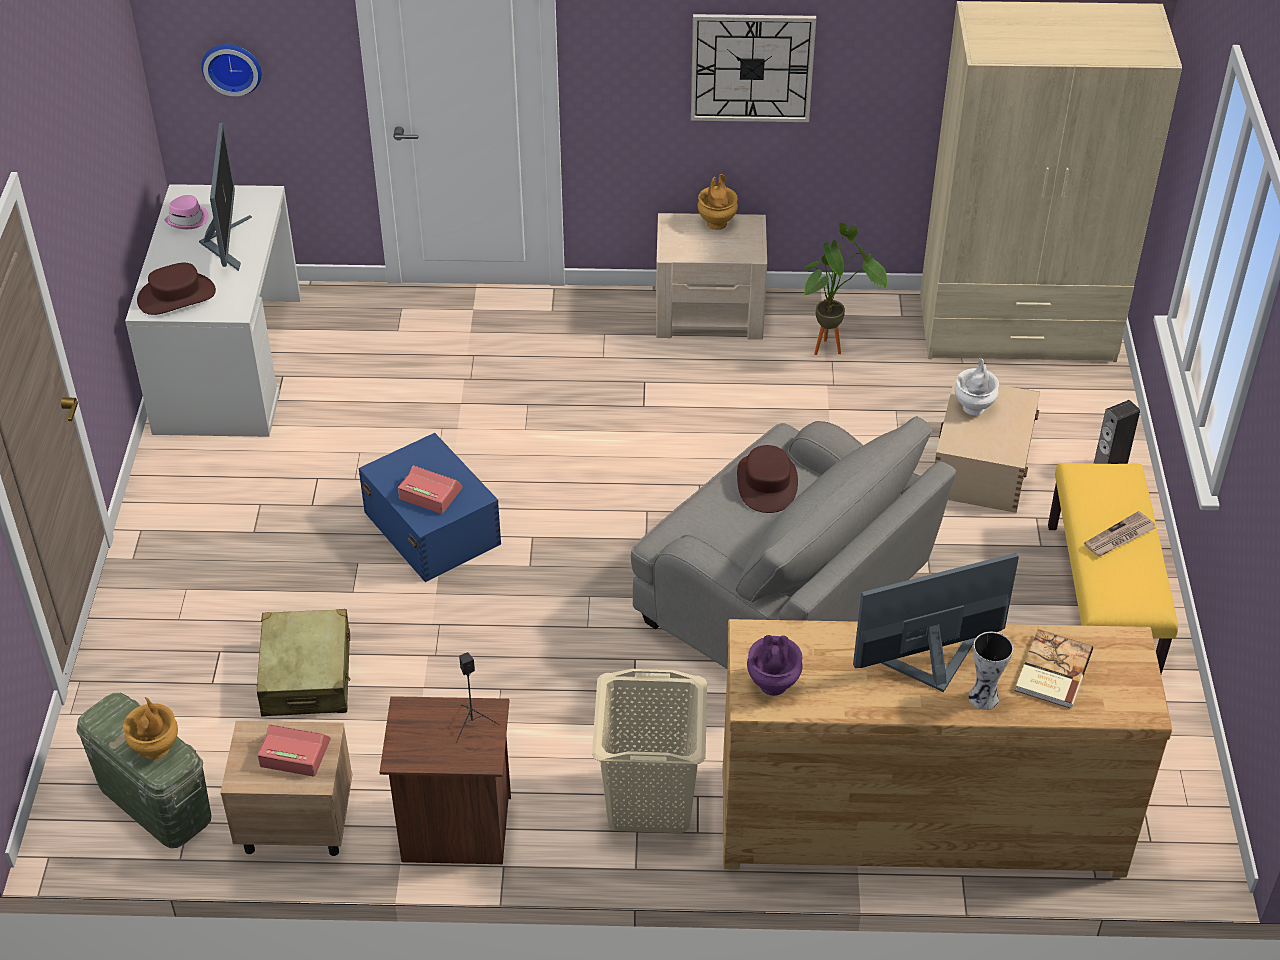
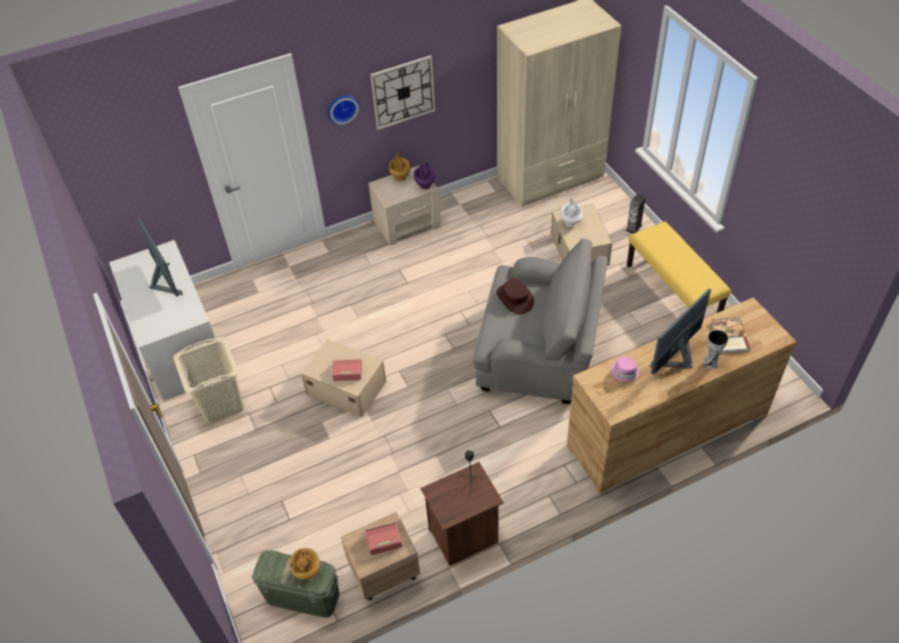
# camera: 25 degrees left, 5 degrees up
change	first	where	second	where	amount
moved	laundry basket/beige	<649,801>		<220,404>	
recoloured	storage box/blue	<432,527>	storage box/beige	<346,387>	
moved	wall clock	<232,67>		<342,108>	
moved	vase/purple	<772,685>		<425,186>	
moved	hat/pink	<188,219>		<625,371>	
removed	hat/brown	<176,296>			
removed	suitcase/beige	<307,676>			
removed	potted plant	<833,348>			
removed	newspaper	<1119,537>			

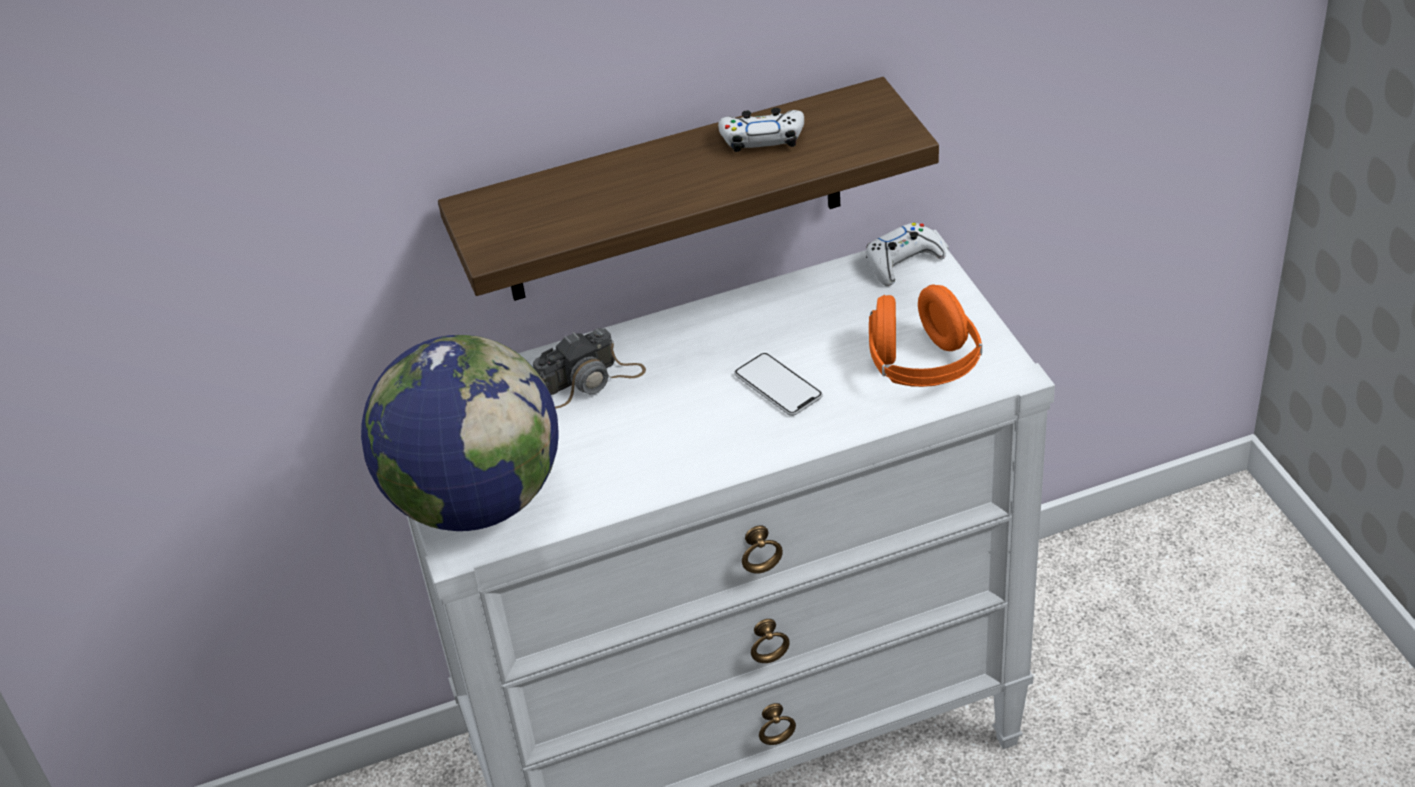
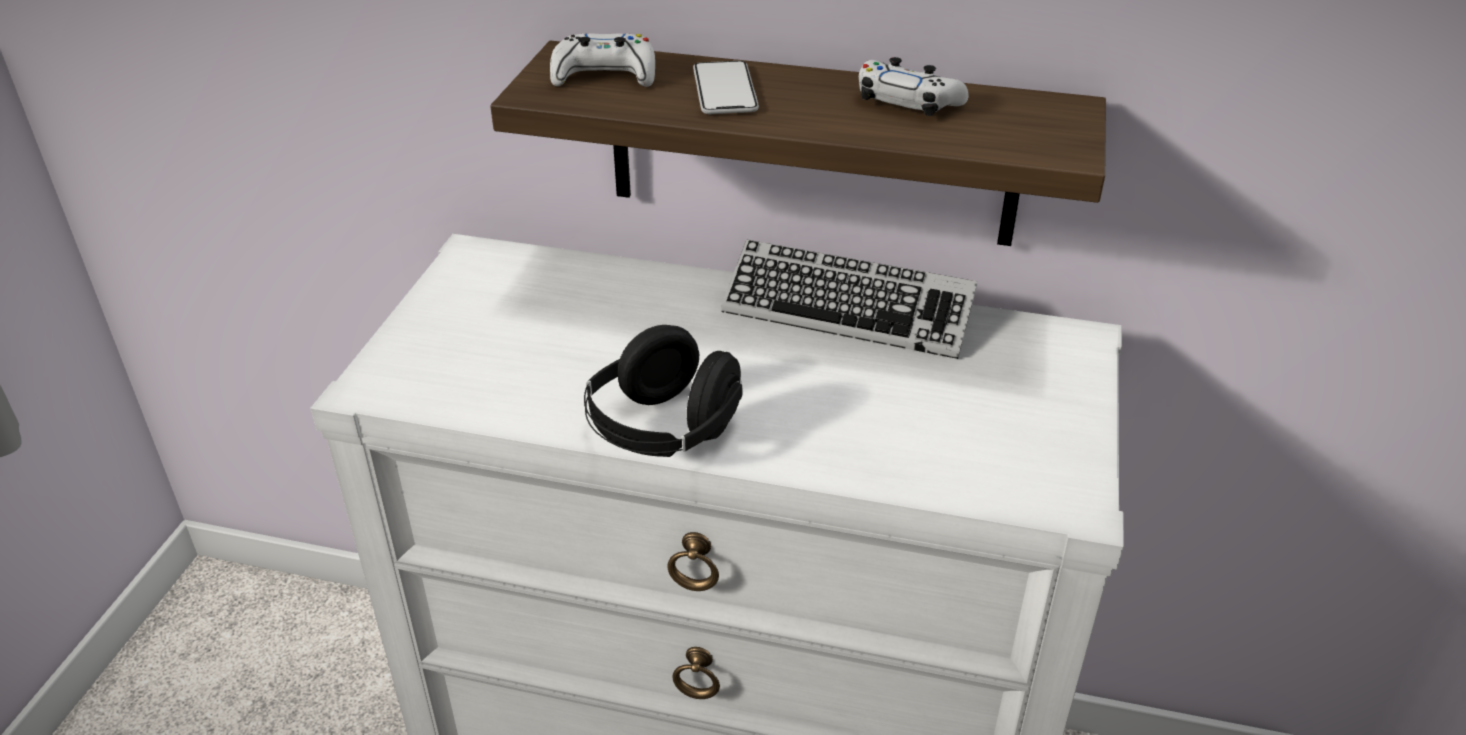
# camera: 30 degrees right, 5 degrees down
change	first	where	second	where	amount
moved	game controller/white	<903,262>		<604,75>	
added			headphones/black	<664,431>	
moved	phone	<778,386>		<725,90>	
added			keyboard	<847,311>	
removed	globe	<475,500>			
removed	photo camera	<591,380>			
removed	headphones/orange	<922,366>			

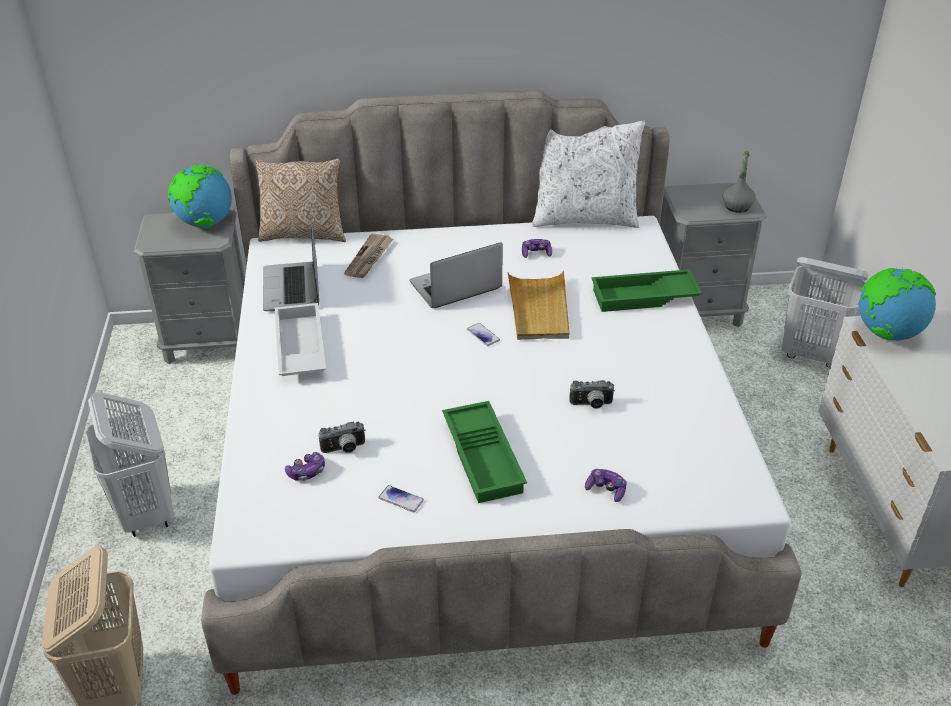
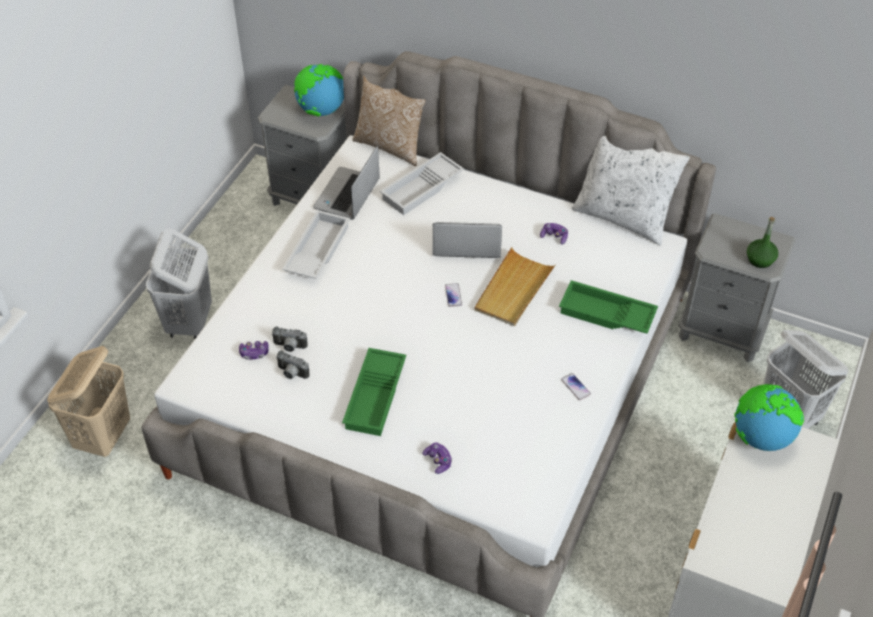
# camera: 30 degrees right, 10 degrees up
change	first	where	second	where	amount
moved	photo camera	<591,405>		<291,374>	
replaced	newspaper	<369,258>	tray/white	<422,189>	
moved	phone	<401,499>		<575,387>	
recoloured	bottle/grey	<737,206>	bottle/green	<760,260>	

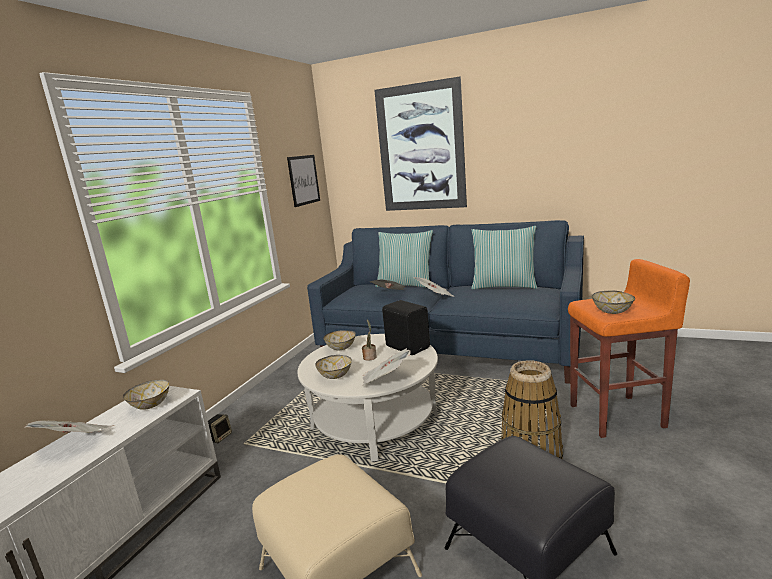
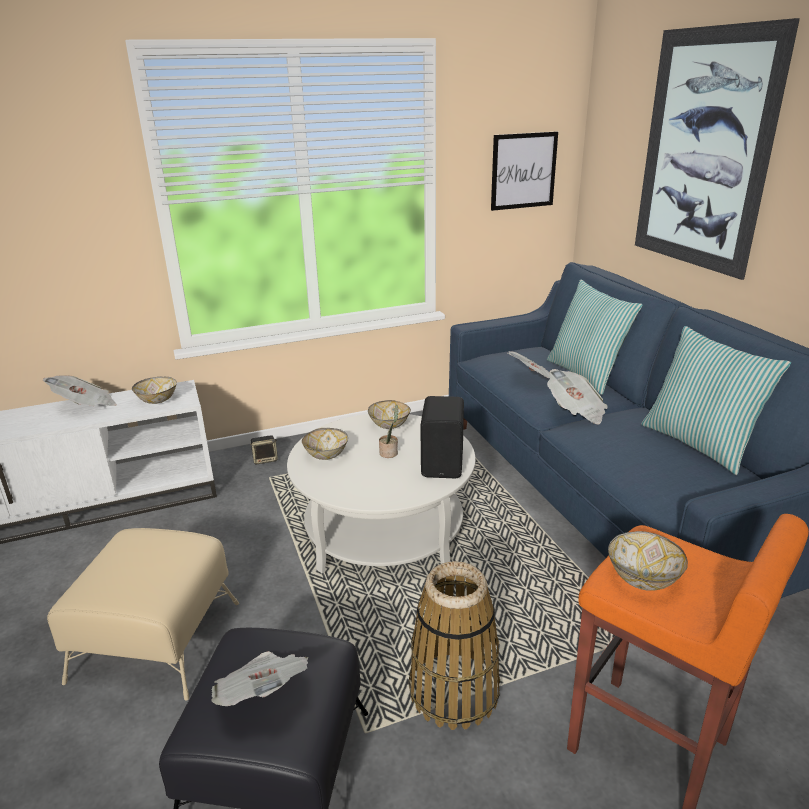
# camera: 45 degrees right, 10 degrees up
change	first	where	second	where	amount
moved	newspaper	<385,380>		<262,694>	

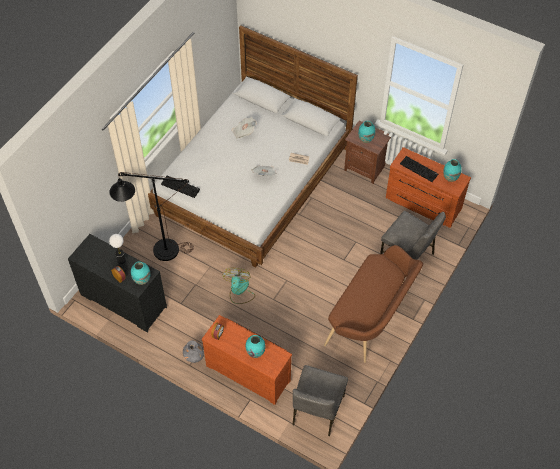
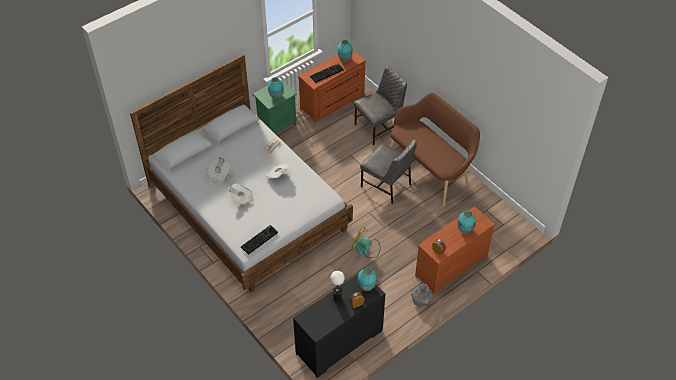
# camera: 70 degrees left, 5 degrees down
change	first	where	second	where	amount
added			newspaper	<242,199>	
recoloured	nightstand/brown	<365,168>	nightstand/green	<276,125>	
moved	chair/grey	<317,411>		<387,185>	
removed	floor lamp/black	<158,251>			

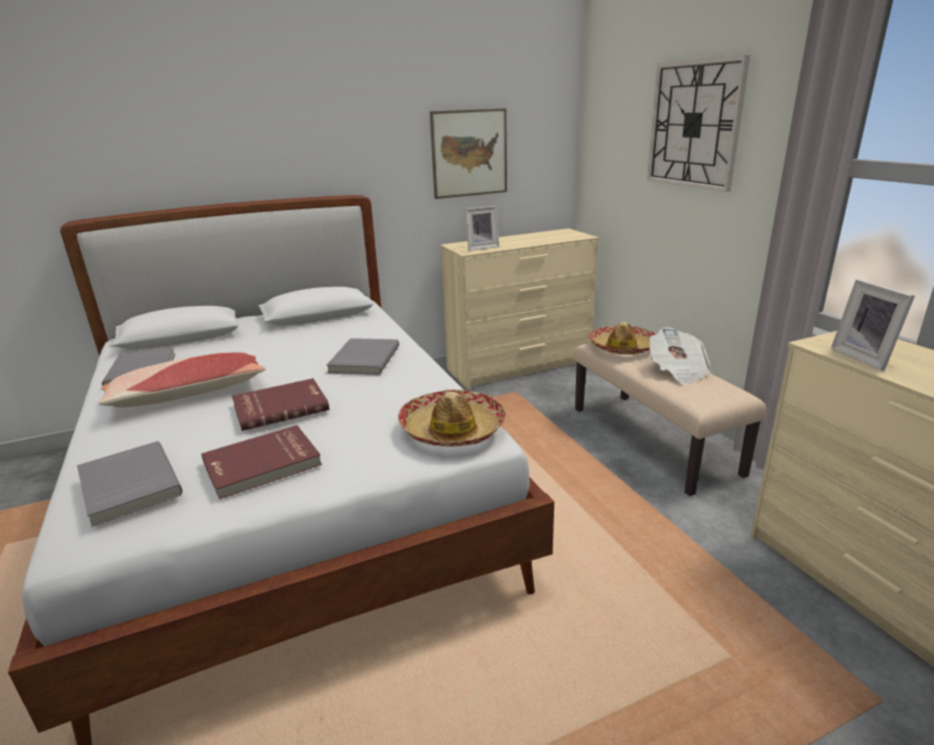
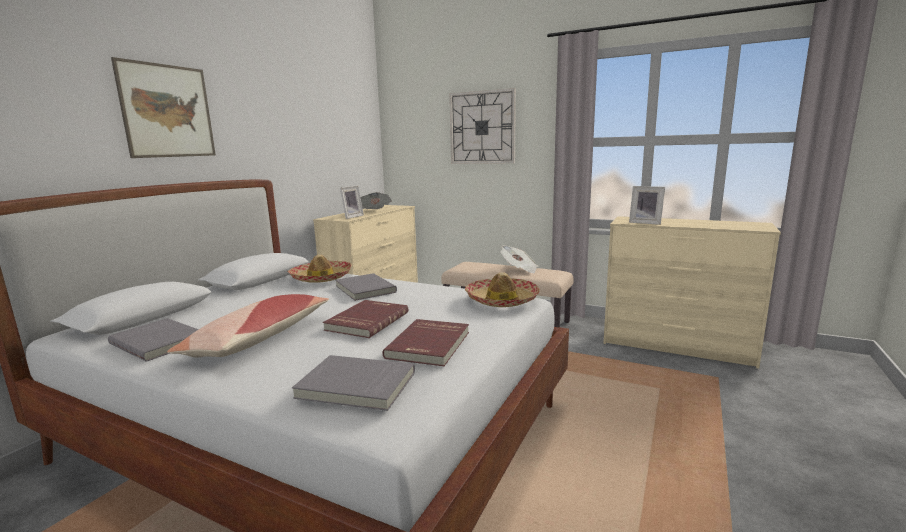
# camera: 40 degrees left, 10 degrees down
change	first	where	second	where	amount
moved	picture	<469,153>		<167,111>	
moved	hat	<622,347>		<321,278>	
added			newspaper	<375,211>	

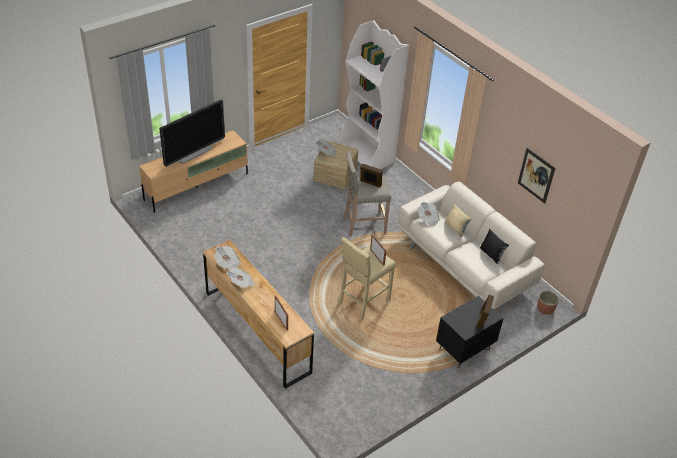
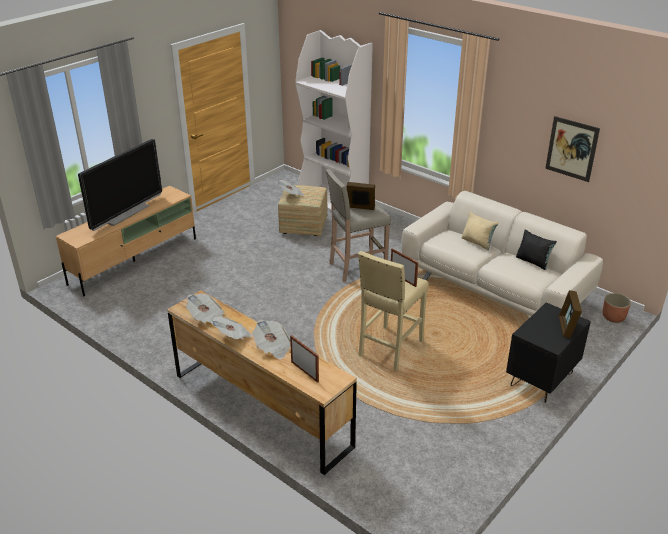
# camera: 10 degrees left, 10 degrees down
change	first	where	second	where	amount
moved	newspaper	<428,219>		<273,347>	

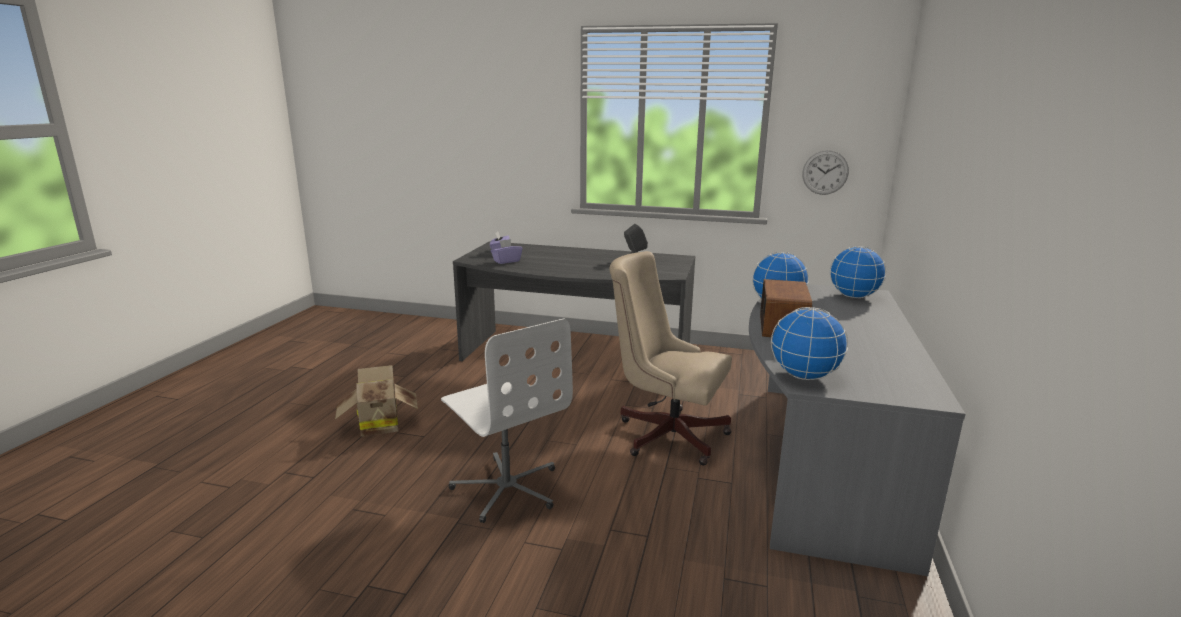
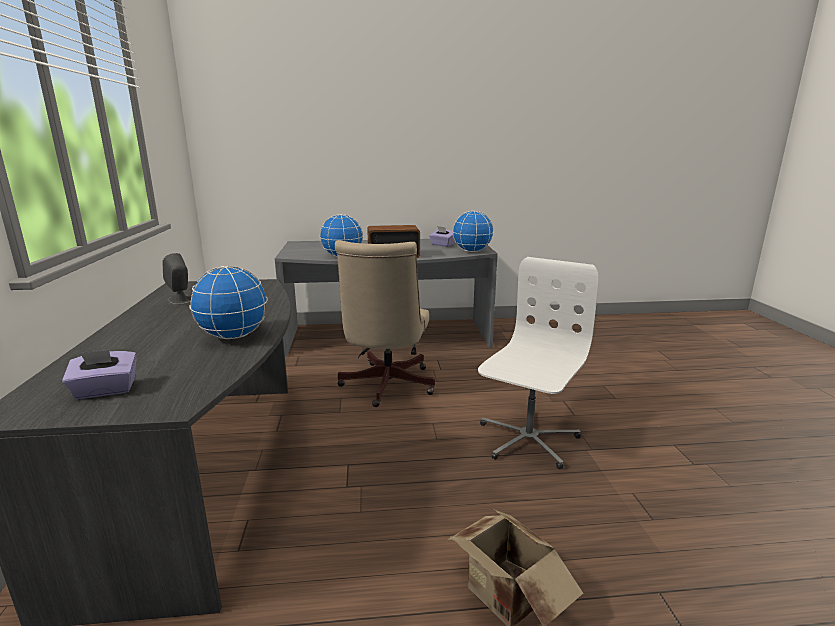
# camera: 110 degrees left, 0 degrees up
change	first	where	second	where	amount
moved	globe	<853,297>		<233,336>	
moved	tissue box/purple	<506,261>		<442,245>	
removed	wall clock	<825,172>			

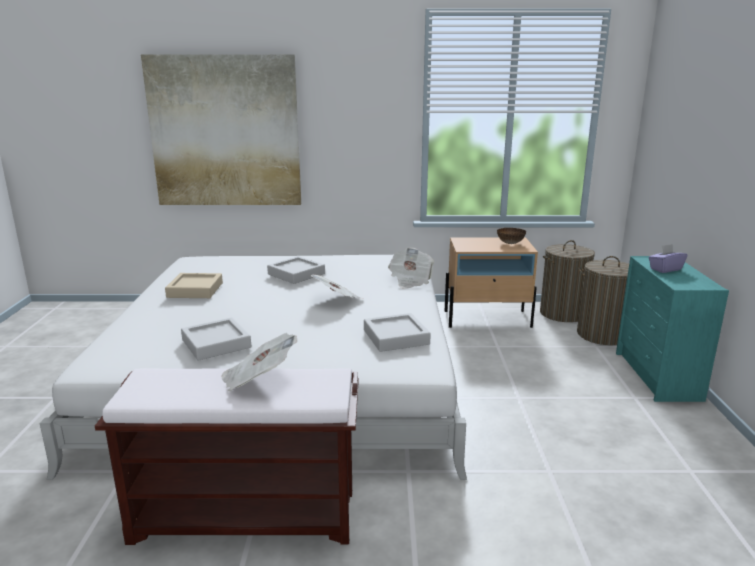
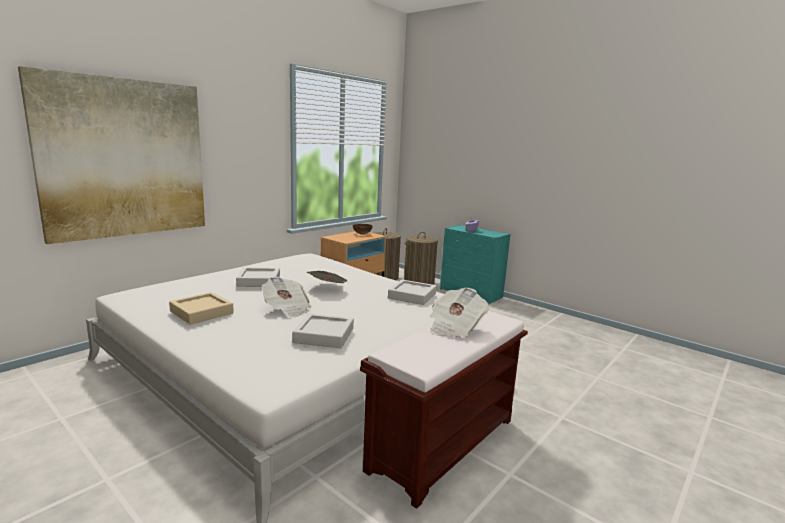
# camera: 50 degrees left, 5 degrees down
change	first	where	second	where	amount
moved	newspaper	<410,280>		<287,309>	

